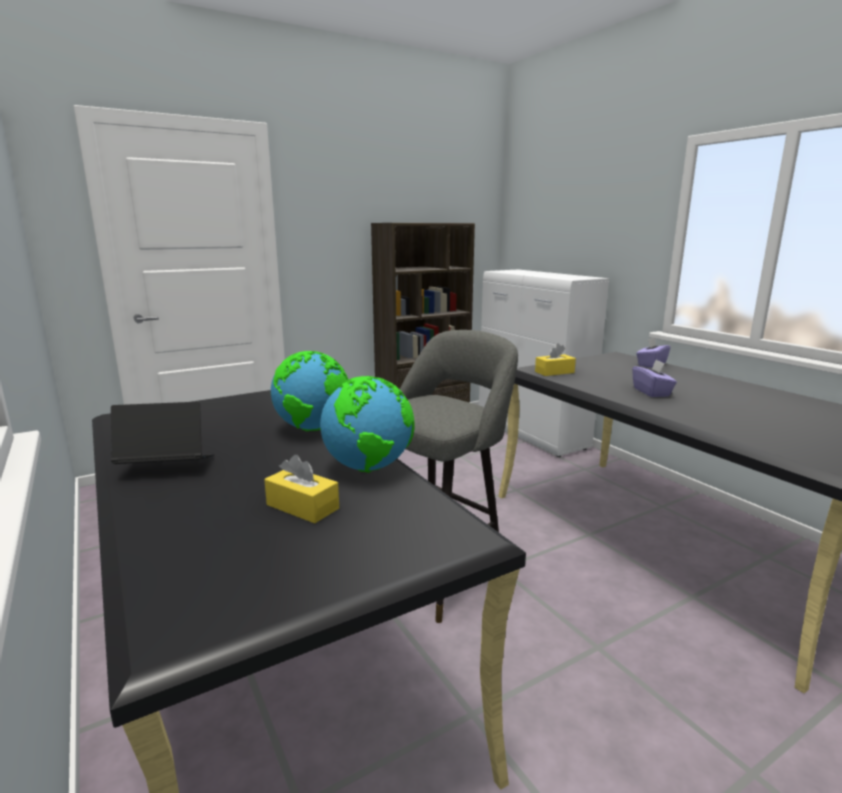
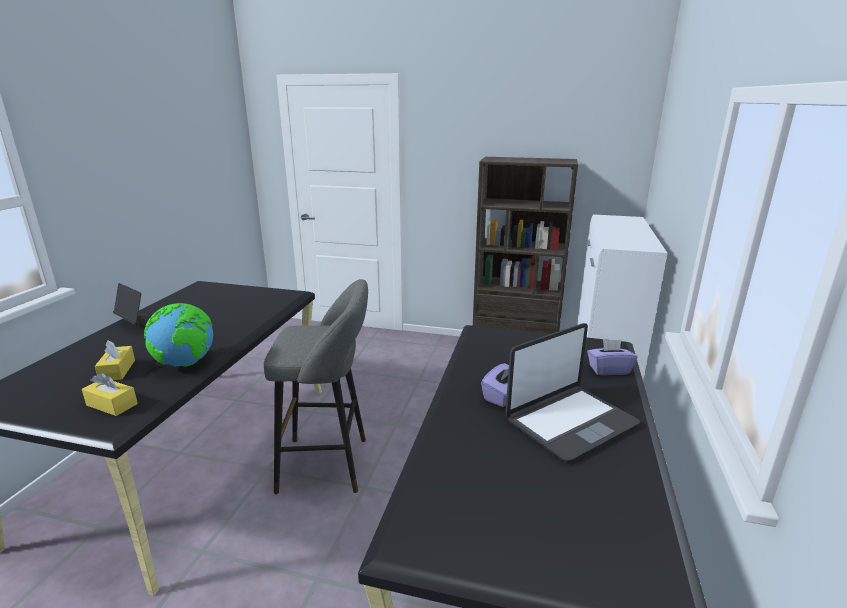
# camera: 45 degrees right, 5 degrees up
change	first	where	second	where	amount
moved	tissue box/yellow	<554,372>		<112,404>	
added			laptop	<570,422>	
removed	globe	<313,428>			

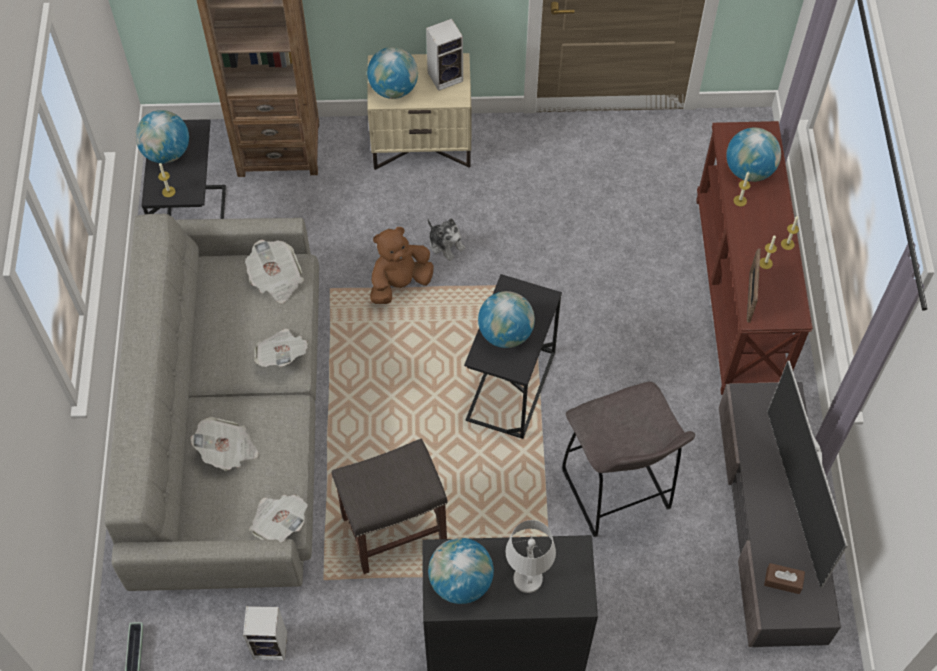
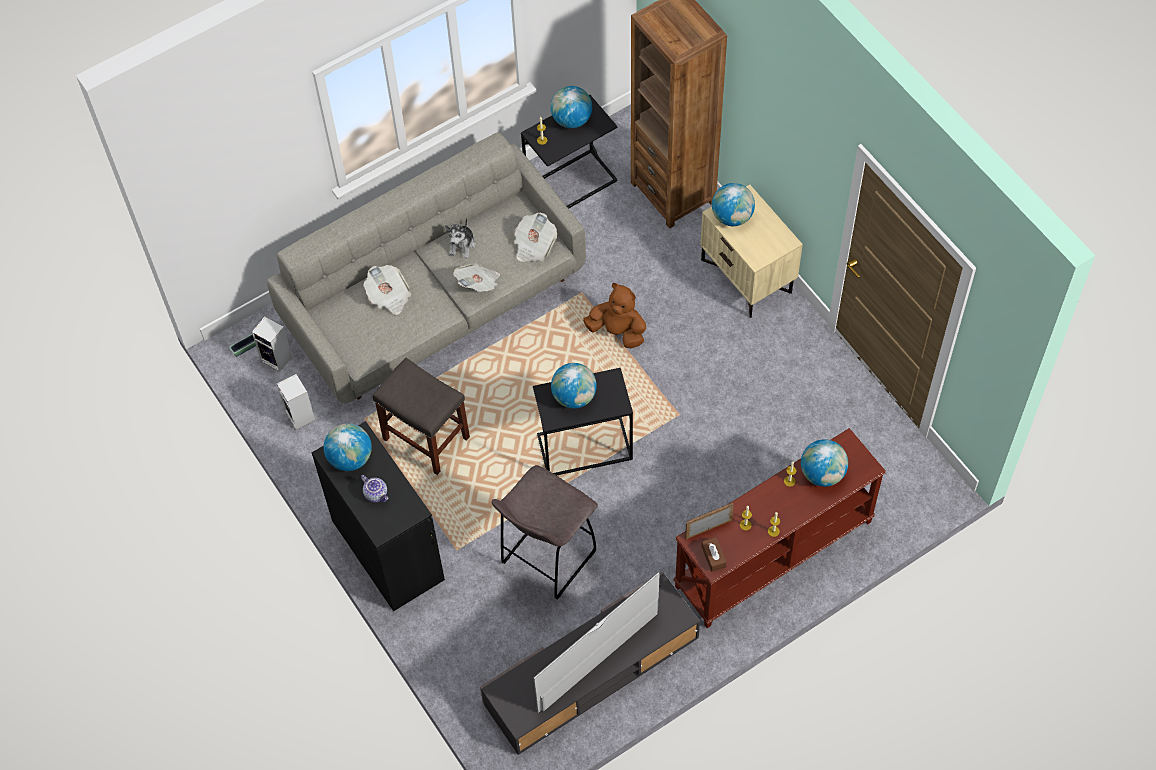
# camera: 60 degrees right, 0 degrees up
change	first	where	second	where	amount
moved	speaker	<446,76>		<278,358>	
replaced	table lamp/white	<527,578>	teapot	<376,494>	
moved	plush toy	<445,244>		<462,245>	
moved	tissue box/brown	<783,581>		<713,557>	
removed	newspaper	<279,523>			

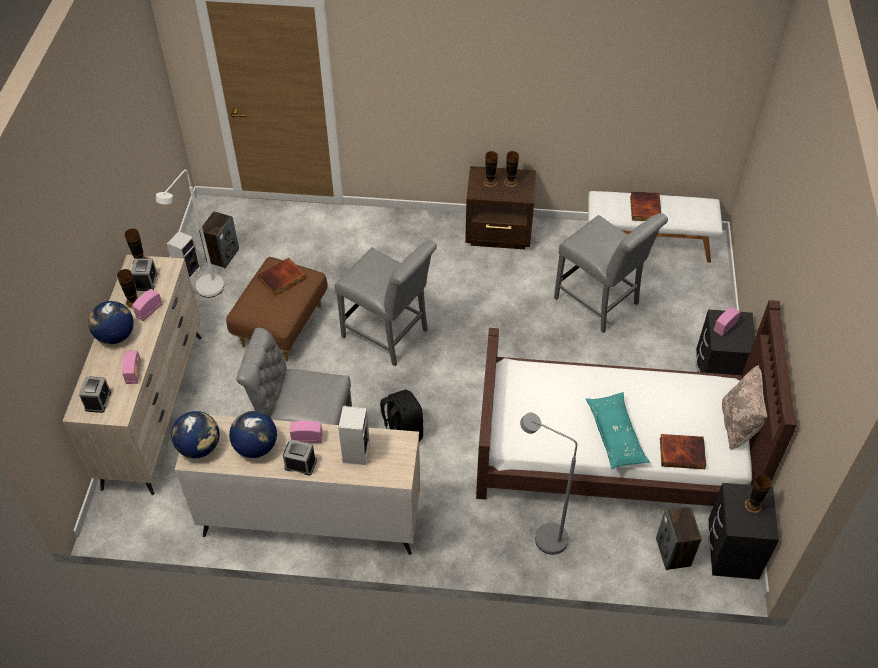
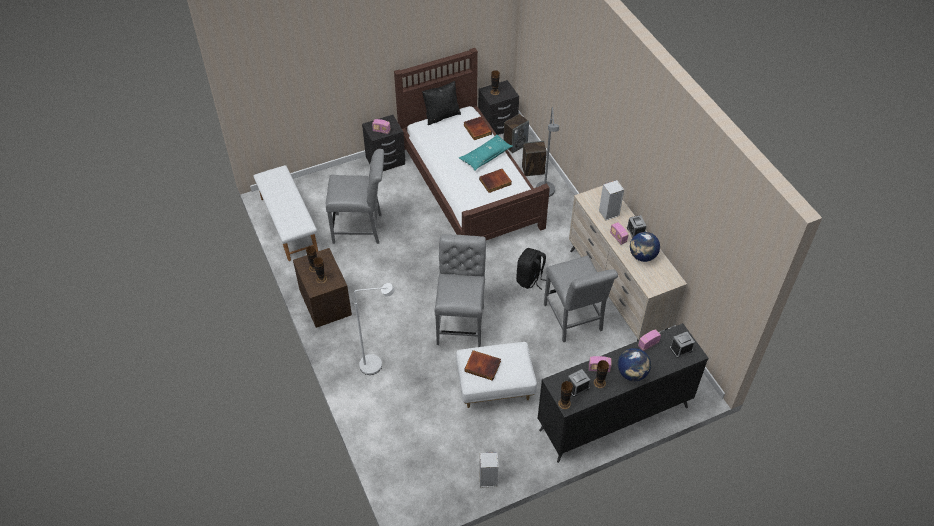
# camera: 120 degrees left, 0 degrees up
change	first	where	second	where	amount
turned	chair/grey	<599,303>		<361,229>	75 degrees clockwise
moved	floor lamp/white	<206,293>		<377,365>	
recoloured	pillow/beige	<739,425>	pillow/black	<441,115>	
recoloured	ottoman/brown	<281,325>	ottoman/white	<494,387>	
moved	book	<644,208>		<495,182>	
moved	speaker	<223,255>		<533,170>	
recoloured	dresser/beige	<155,409>	dresser/black	<613,418>	
removed	globe	<199,447>			

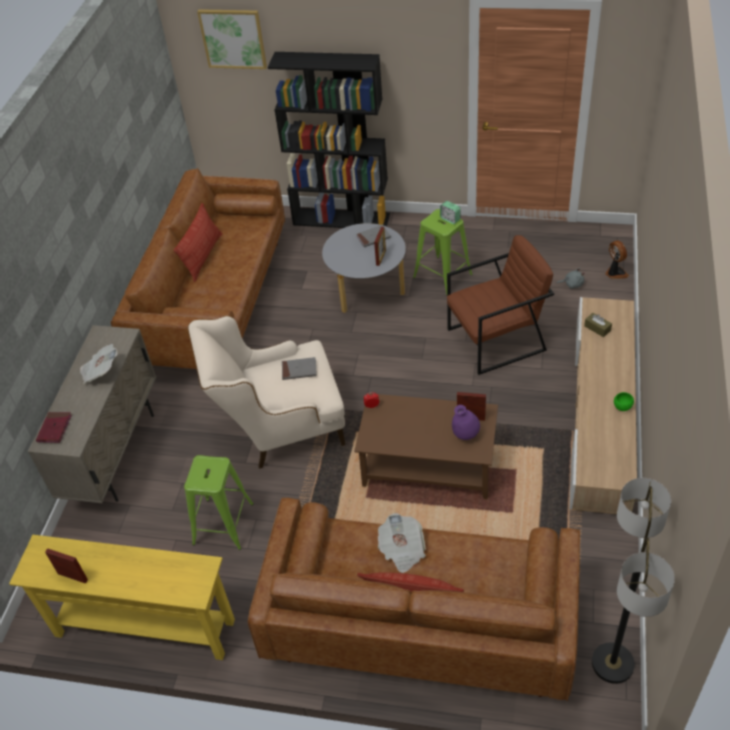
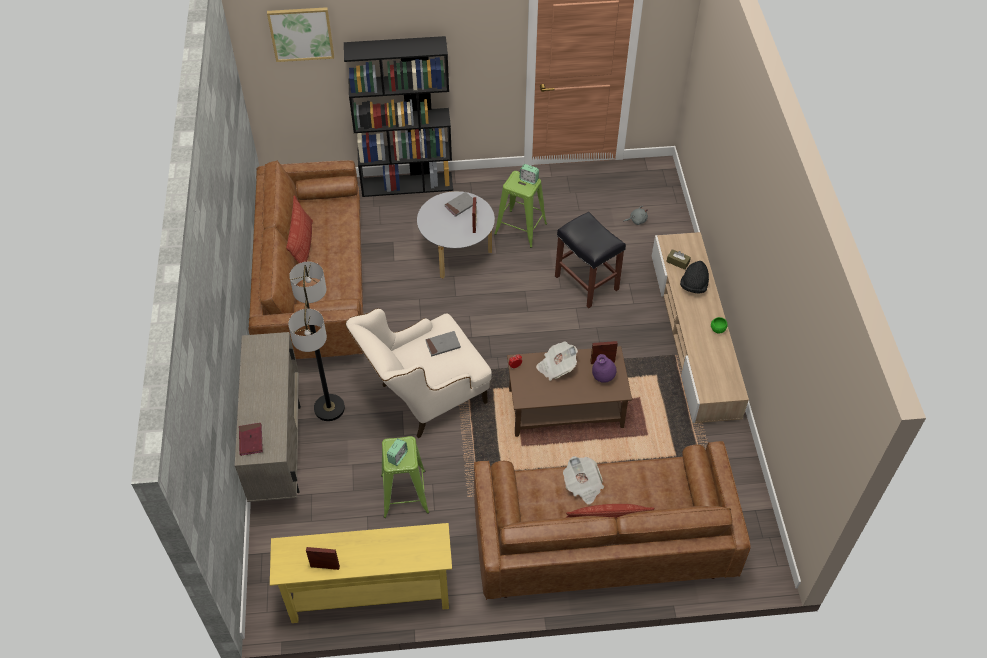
# camera: 20 degrees left, 5 degrees up
change	first	where	second	where	amount
moved	floor lamp	<612,664>		<329,408>	
added			alarm clock	<397,457>	
moved	newspaper	<101,371>		<556,367>	
replaced	armchair/brown	<496,340>	stool/black	<587,283>	
added			hat/black	<693,286>	
removed	fan	<615,273>			

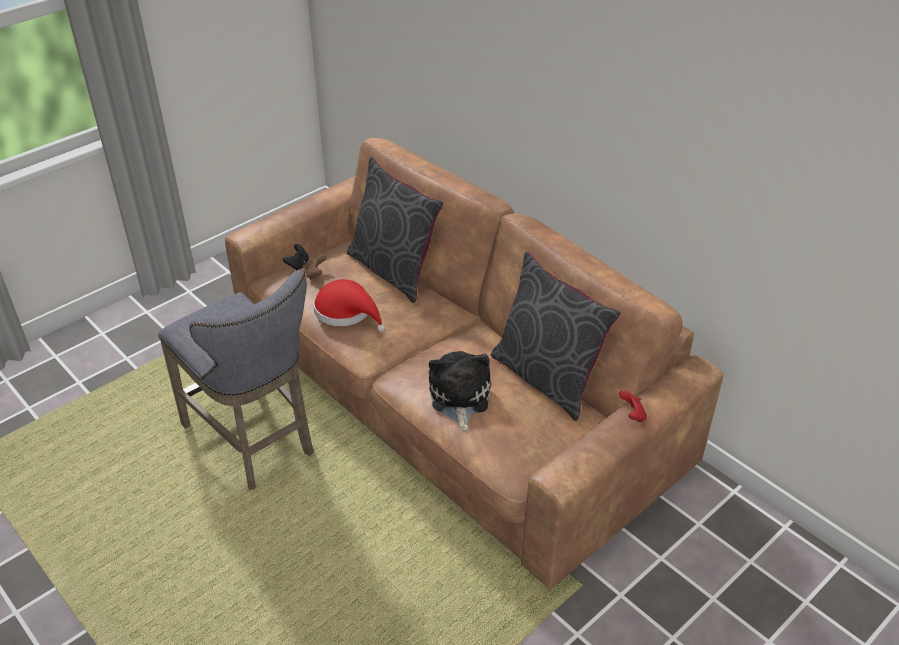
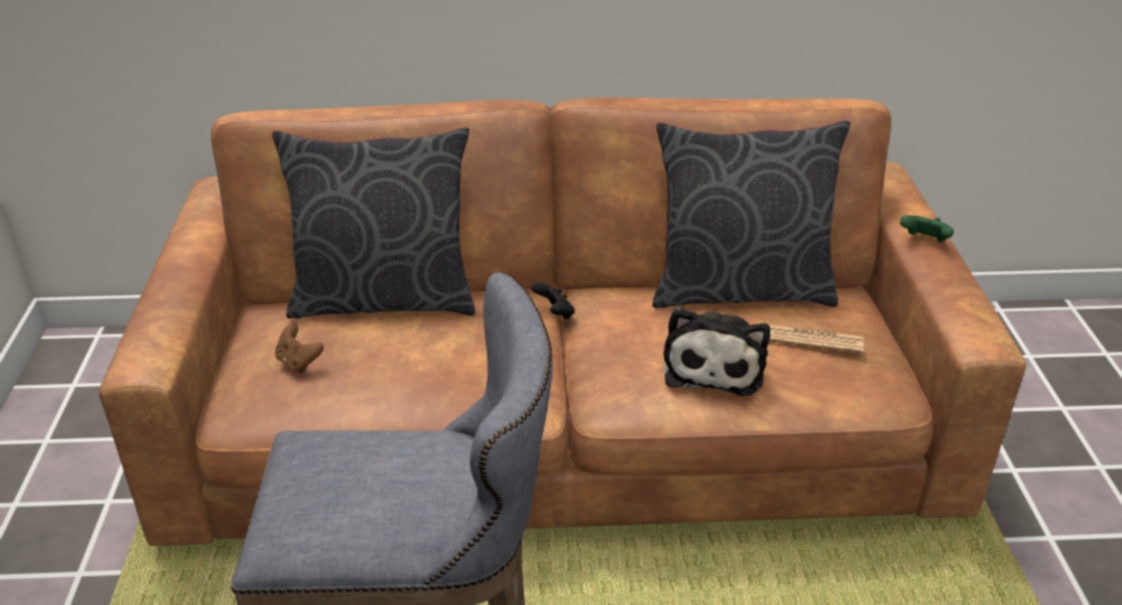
# camera: 50 degrees left, 5 degrees down
change	first	where	second	where	amount
moved	game controller/black	<297,265>		<555,313>	
turned	plush toy	<459,398>		<714,365>	120 degrees counterclockwise
added			newspaper	<813,339>	
recoloured	game controller/red	<632,415>	game controller/green	<924,241>	
removed	hat/red	<347,312>			

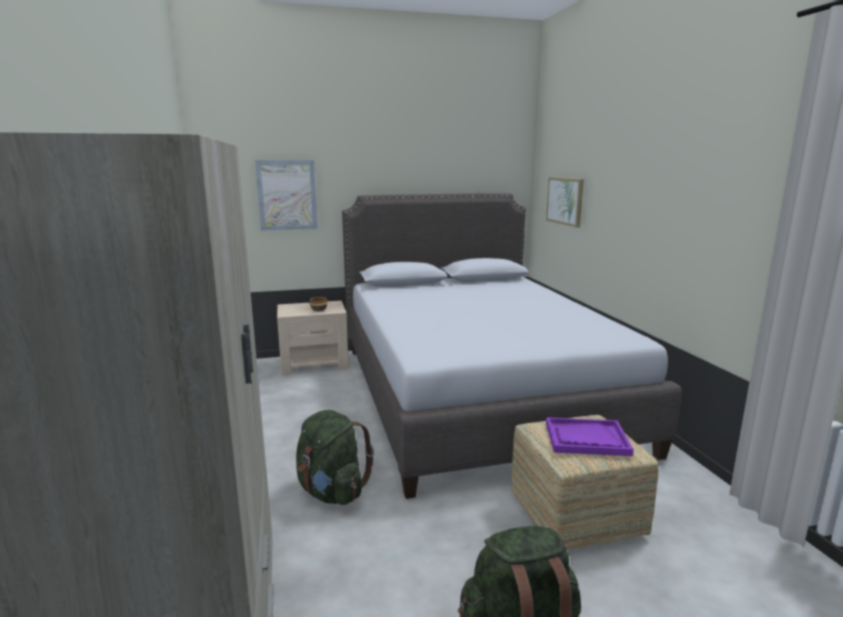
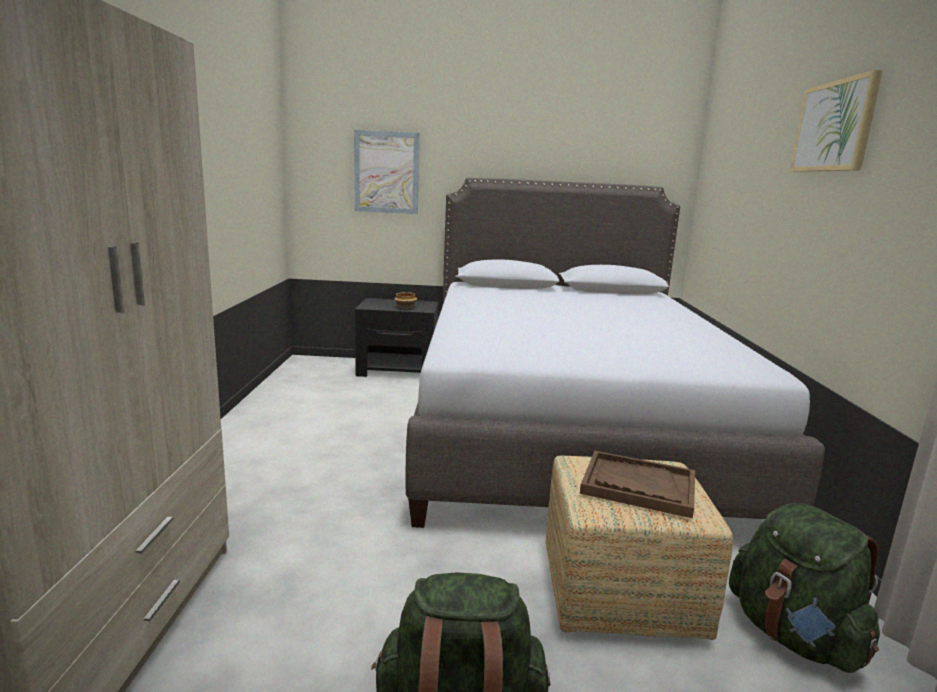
# camera: 15 degrees right, 0 degrees up
change	first	where	second	where	amount
recoloured	nightstand/beige	<314,363>	nightstand/black	<398,369>	
recoloured	tray/purple	<586,439>	tray/brown	<638,486>	
moved	backpack/green	<332,492>		<794,636>	
moved	picture	<565,201>		<834,126>	

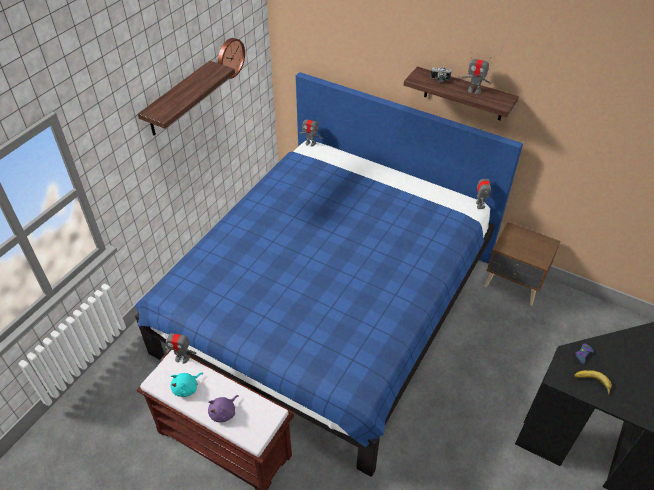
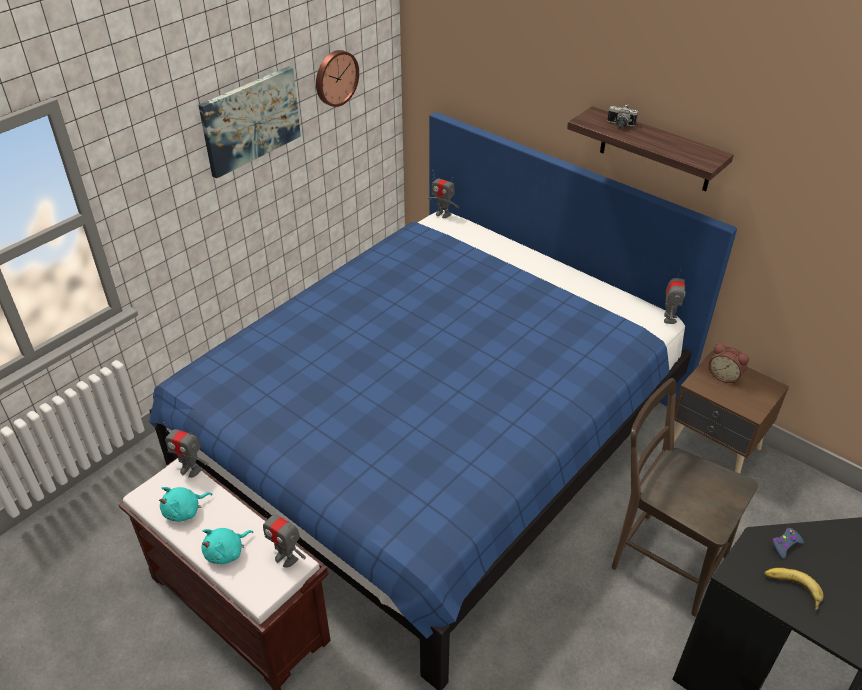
# camera: 10 degrees right, 5 degrees down
change	first	where	second	where	amount
replaced	shelf	<178,99>	picture	<250,120>	
recoloured	plush toy/purple	<224,412>	plush toy/turquoise	<226,552>	
moved	toy robot	<474,90>		<286,558>	
added			chair/brown	<663,559>	
added			alarm clock	<724,375>	

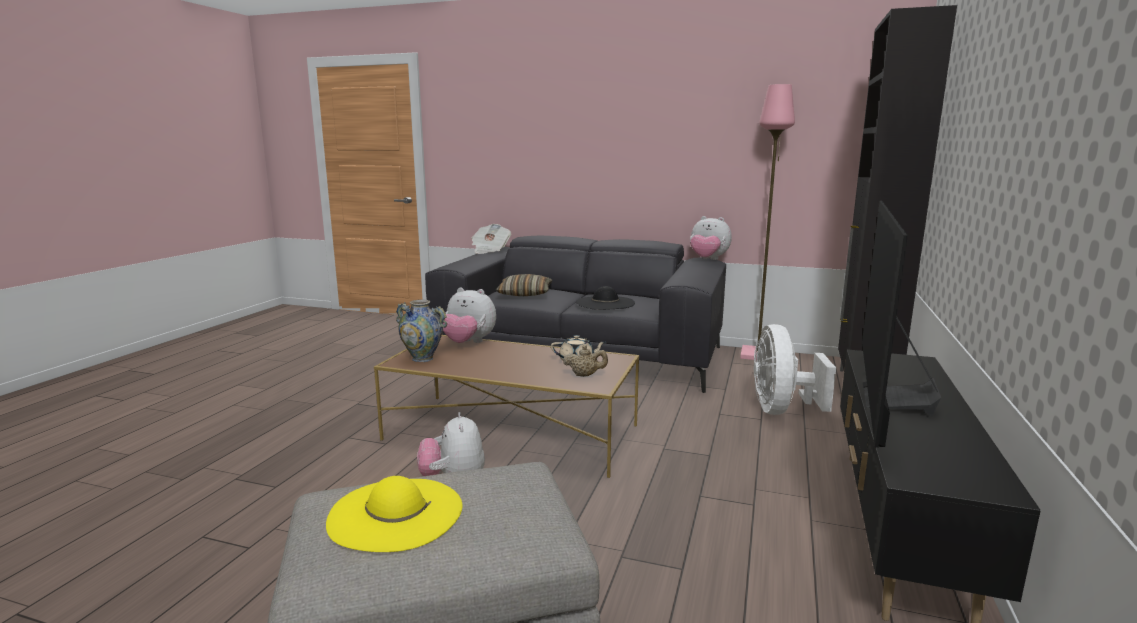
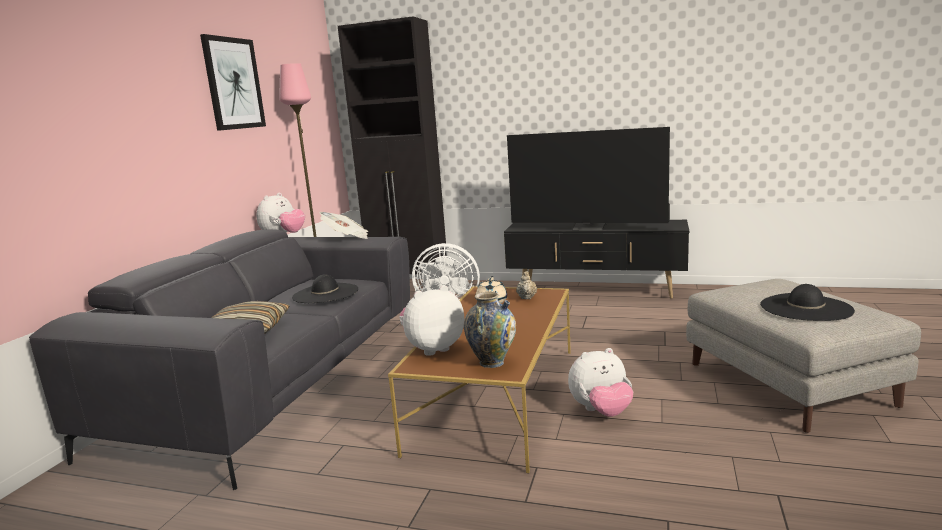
# camera: 90 degrees left, 0 degrees up
change	first	where	second	where	amount
added			picture	<233,83>	
moved	newspaper	<490,250>		<347,238>	
turned	plush toy	<468,343>		<433,348>	135 degrees counterclockwise
recoloured	hat/yellow	<395,513>	hat/black	<806,307>	

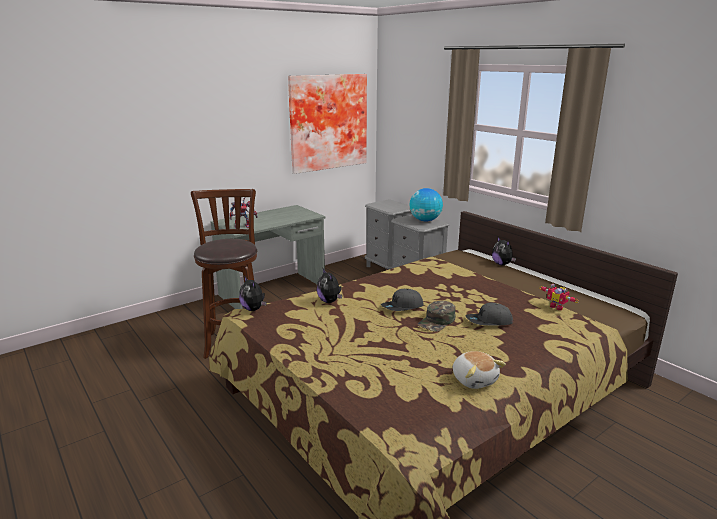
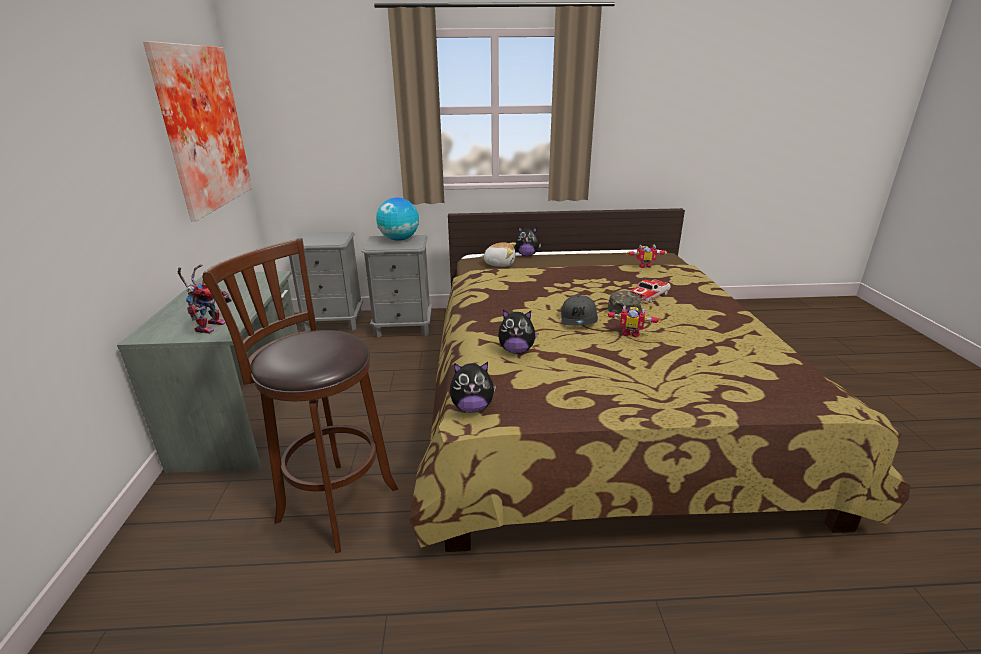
# camera: 55 degrees left, 5 degrees up
change	first	where	second	where	amount
moved	plush toy	<474,379>		<499,264>	
added			toy robot	<631,333>	
replaced	cap/grey	<489,322>	toy car	<649,296>	

